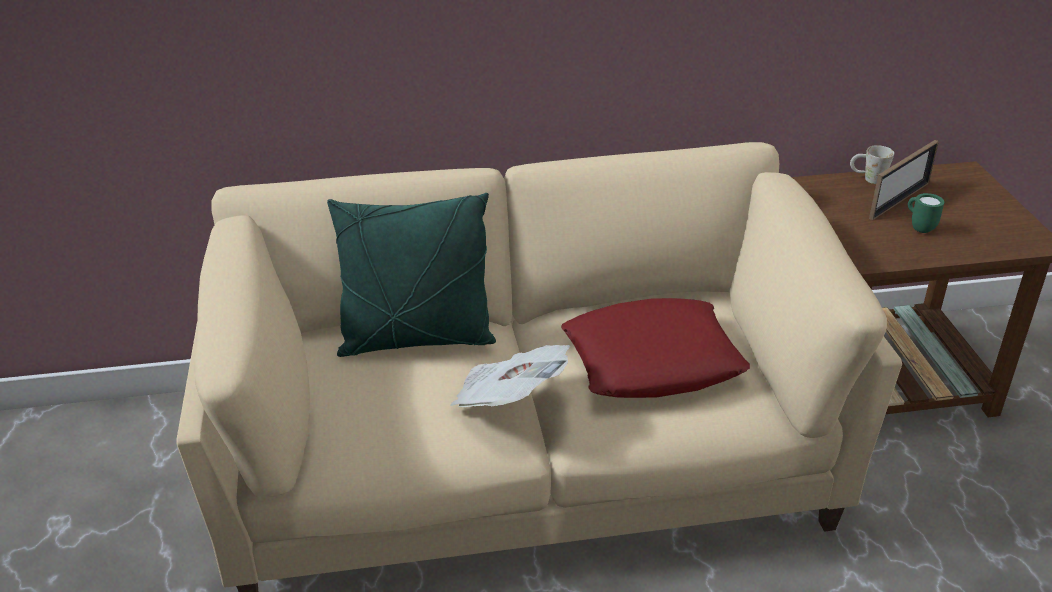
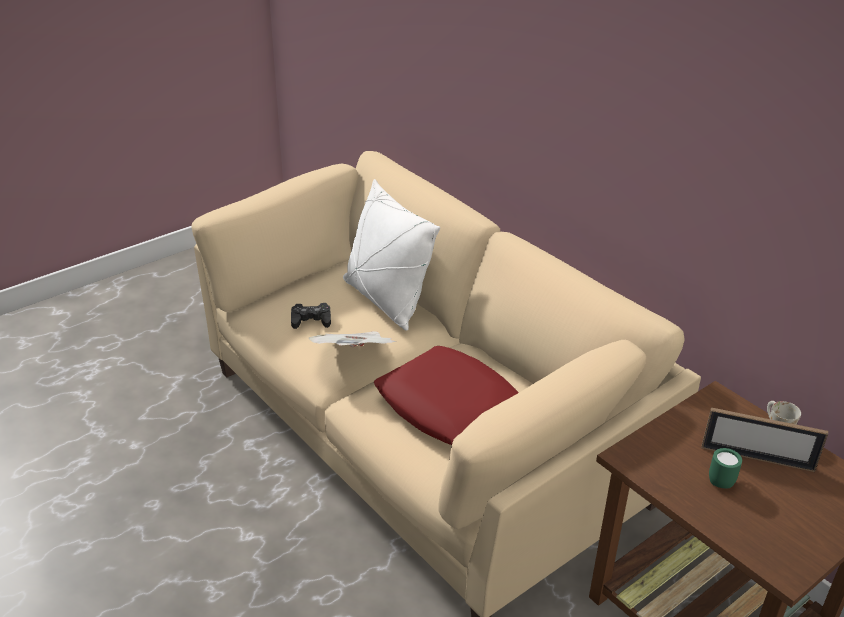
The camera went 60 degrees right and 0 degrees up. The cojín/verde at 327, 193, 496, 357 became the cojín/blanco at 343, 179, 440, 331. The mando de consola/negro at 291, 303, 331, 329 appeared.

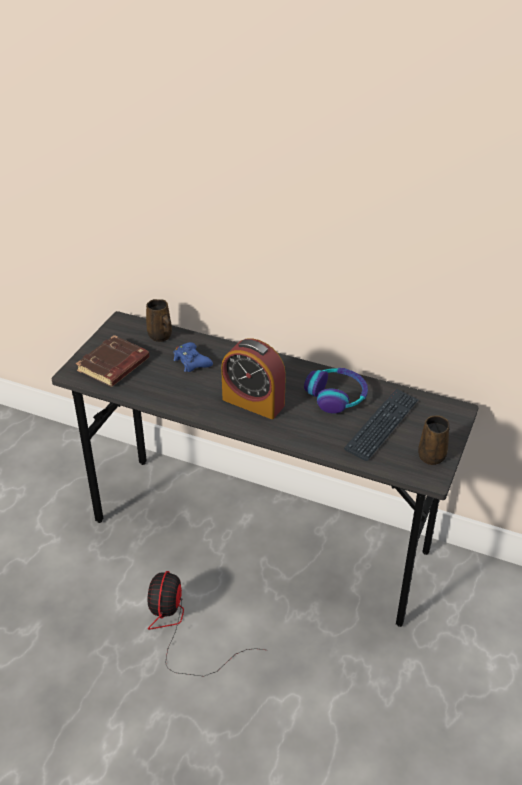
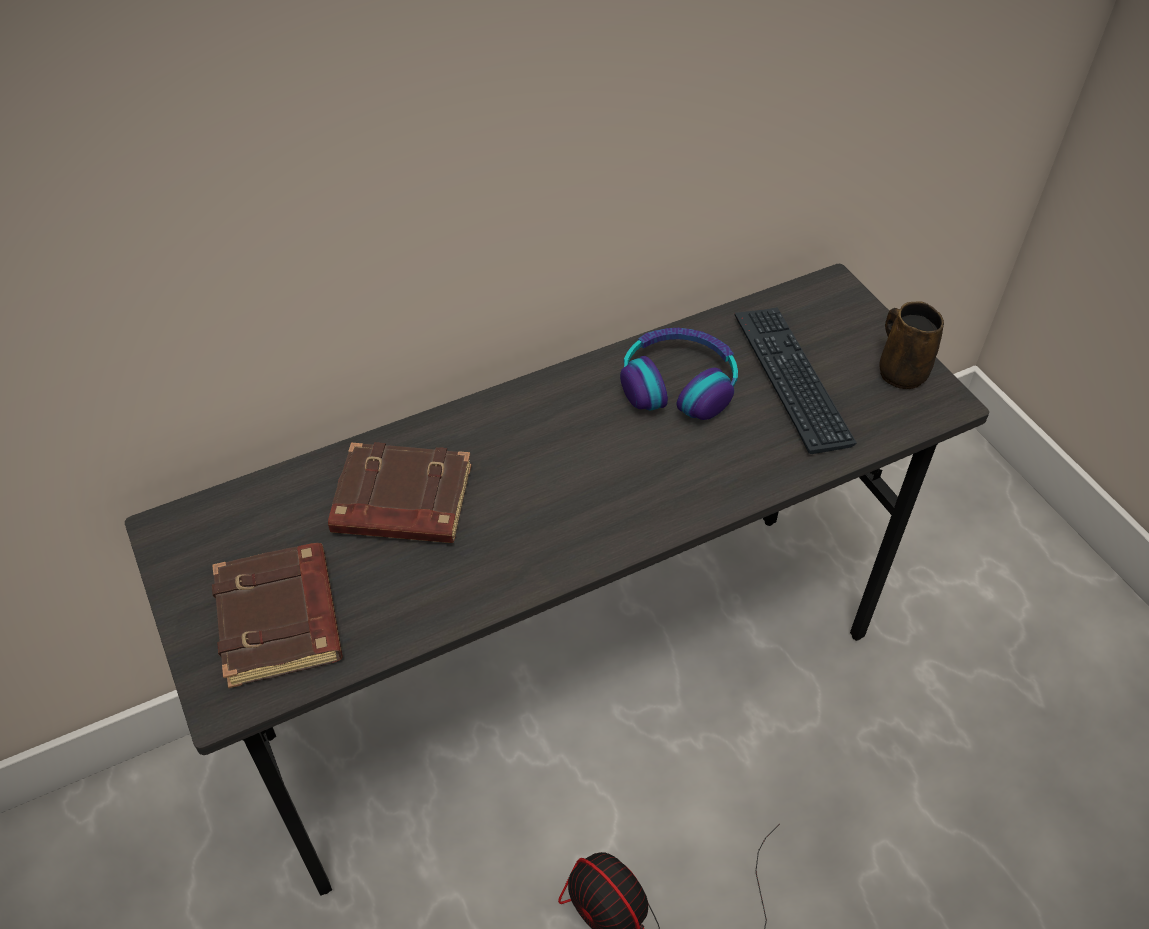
The camera went 50 degrees left and 10 degrees up. The taza grande/marrón at 146, 299, 172, 342 disappeared. The mando de consola/azul at 174, 342, 213, 372 was replaced by the libro/marrón at 328, 442, 472, 543. The despertador at 221, 338, 286, 419 disappeared.

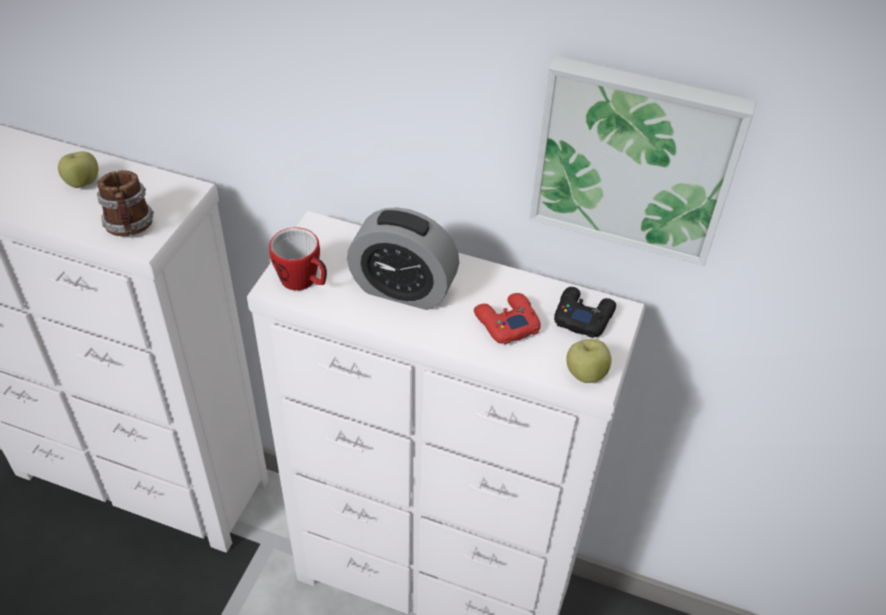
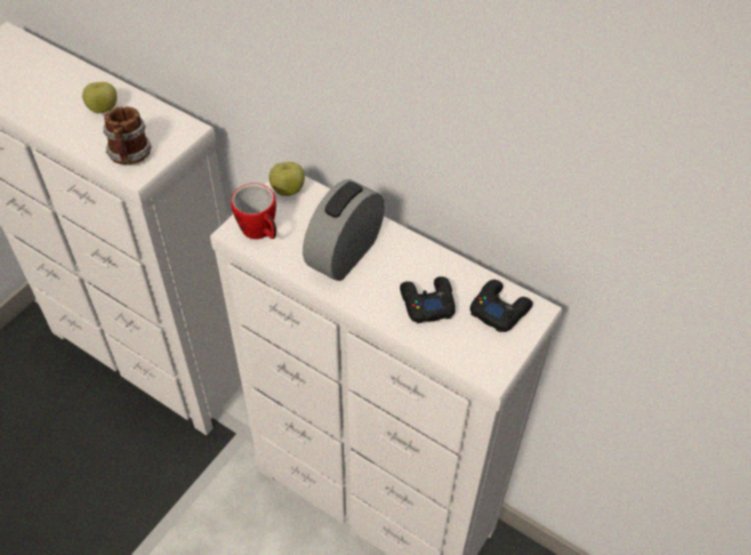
The camera went 15 degrees right and 5 degrees up. The despertador at 347, 207, 459, 310 turned 90 degrees clockwise. The mando de consola/rojo at 474, 293, 541, 345 became the mando de consola/negro at 400, 277, 455, 324. The cuadro at 529, 56, 756, 266 disappeared. The manzana moved from 566, 339, 612, 383 to 269, 162, 305, 196.

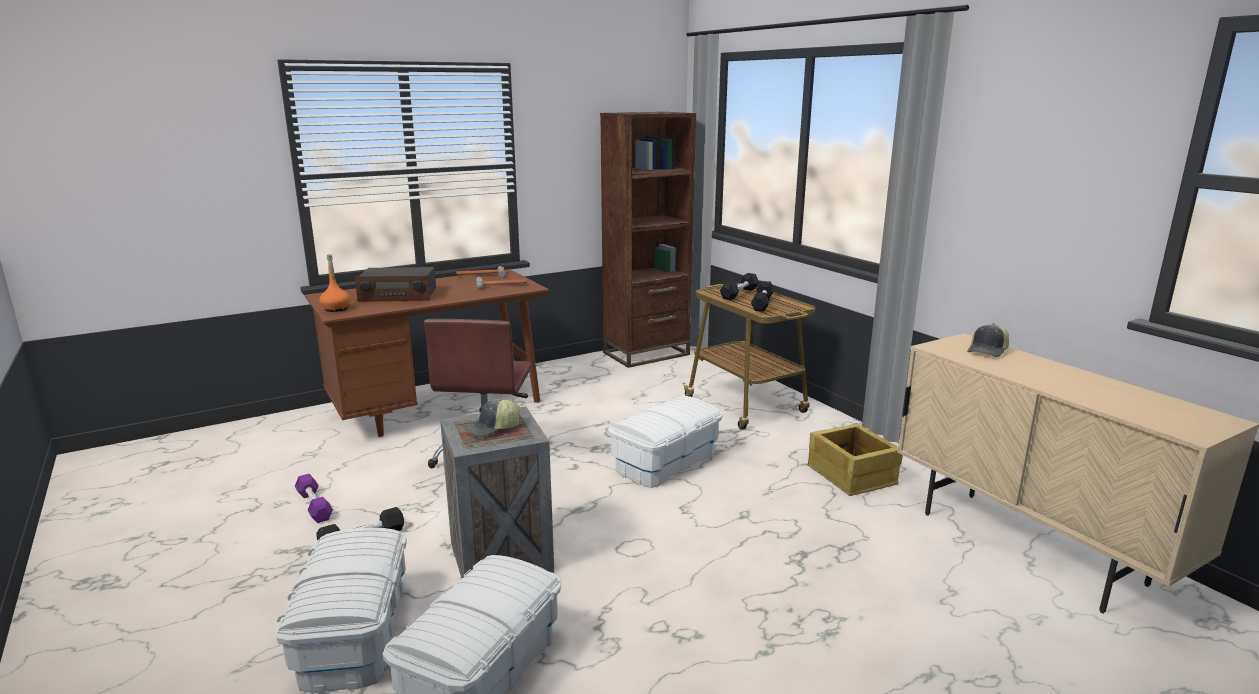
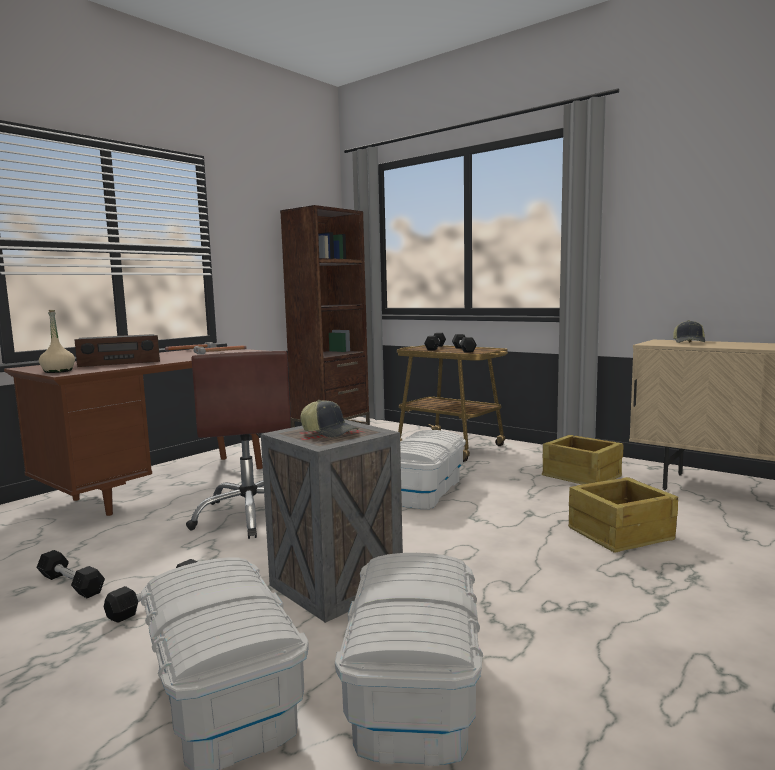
The camera went 20 degrees left and 10 degrees down. The mancuerna/morado at 295, 474, 333, 523 became the mancuerna/negro at 36, 550, 105, 598. The botella/naranja at 319, 254, 350, 312 became the botella/beis at 39, 310, 75, 373. The gorra at 464, 399, 520, 437 turned 90 degrees counterclockwise. The caja de embalaje at 568, 477, 678, 553 appeared.

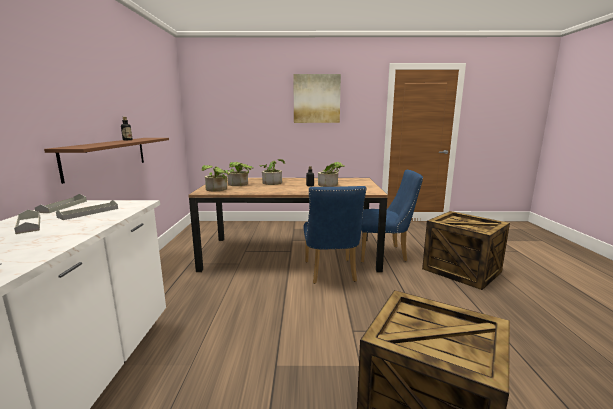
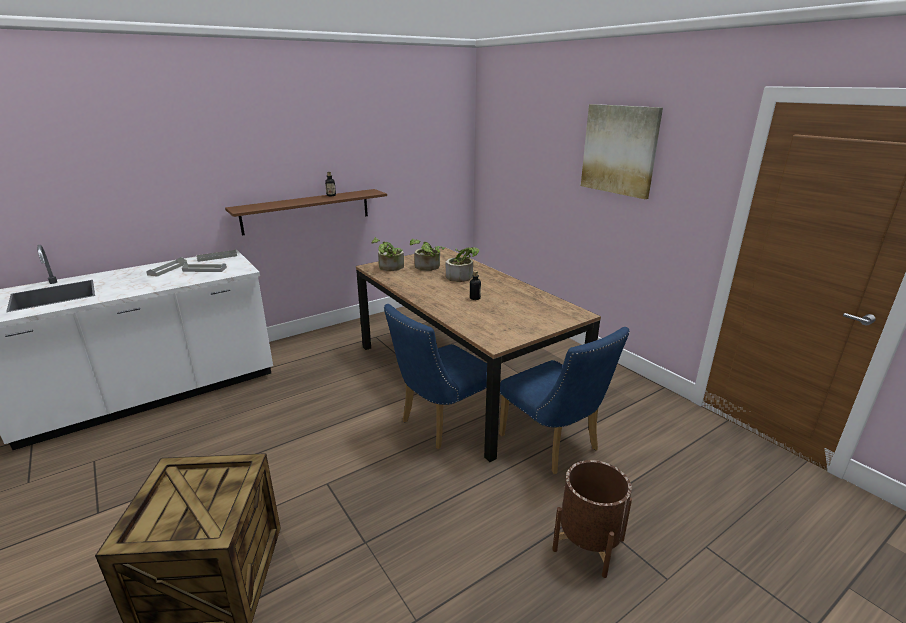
The camera went 55 degrees right and 10 degrees up. The planta en maceta at 318, 162, 345, 187 disappeared. The caja de embalaje at 422, 211, 510, 290 was replaced by the maceta/marrón at 552, 460, 632, 578.

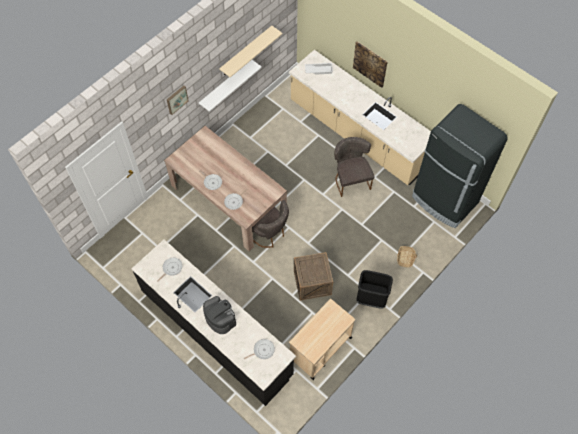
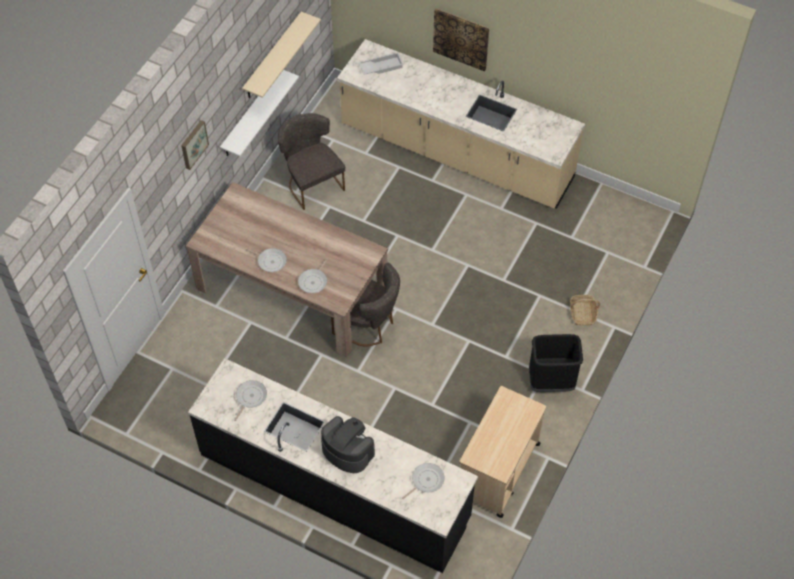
The camera went 15 degrees left and 5 degrees down. The caja de embalaje at 294, 252, 333, 300 disappeared. The silla/gris moved from 334, 137, 375, 197 to 278, 113, 345, 210. The nevera/negro at 412, 104, 508, 228 disappeared.

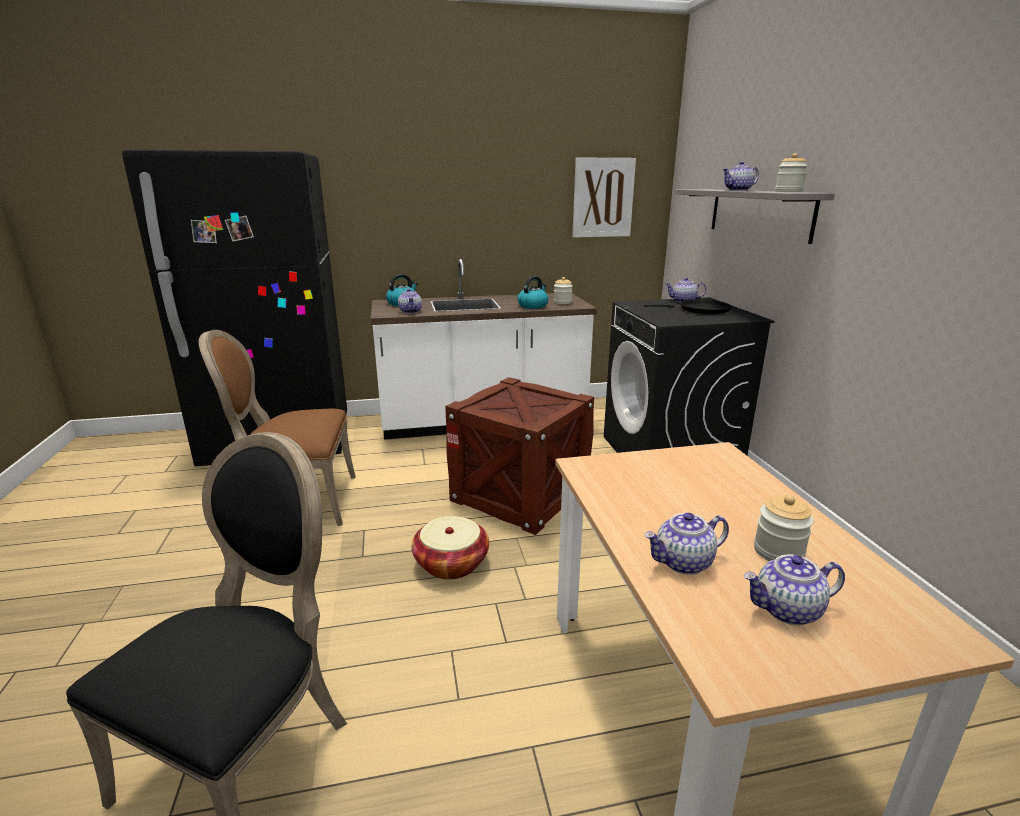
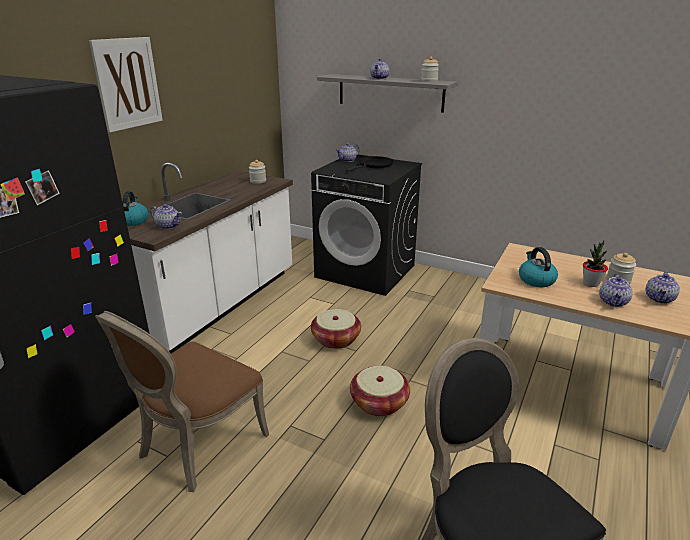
The camera went 50 degrees left and 5 degrees up. The caja de embalaje at 445, 377, 594, 535 was replaced by the cesta at 311, 309, 361, 349. The hervidor moved from 517, 276, 549, 309 to 519, 247, 558, 287. The cuadro moved from 572, 157, 636, 237 to 89, 37, 163, 133. The planta en maceta at 583, 240, 608, 287 appeared.

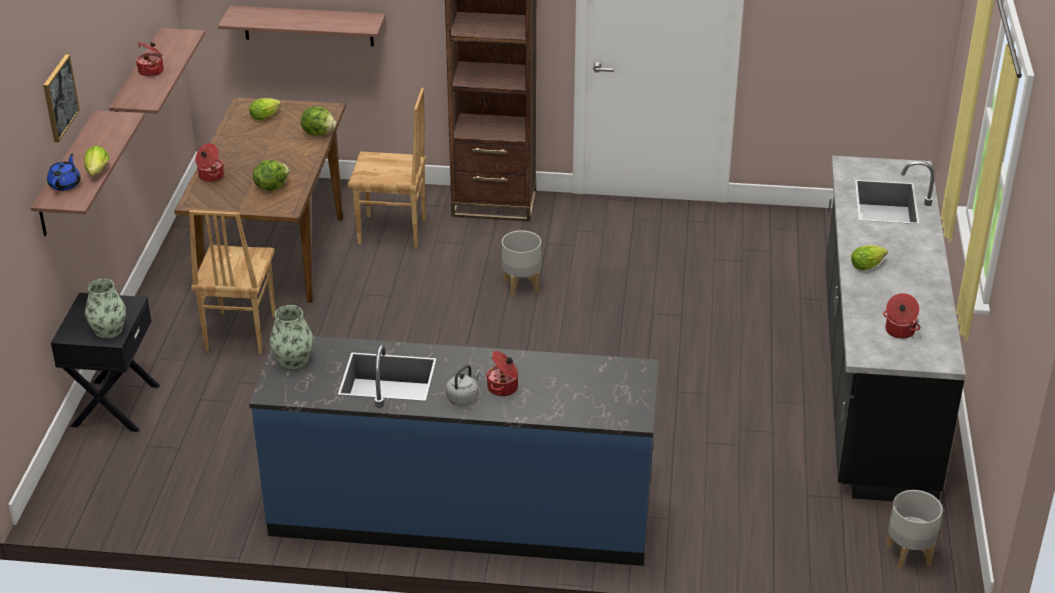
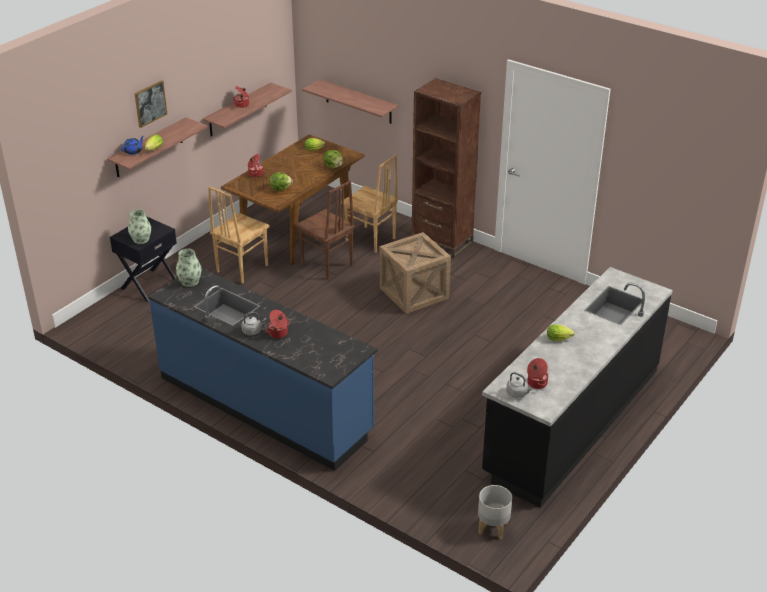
The camera went 30 degrees right and 0 degrees up. The maceta/gris at 502, 230, 541, 296 was replaced by the caja de embalaje at 380, 232, 451, 314. The silla/marrón at 296, 181, 355, 280 appeared. The hervidor/gris at 507, 372, 532, 398 appeared.

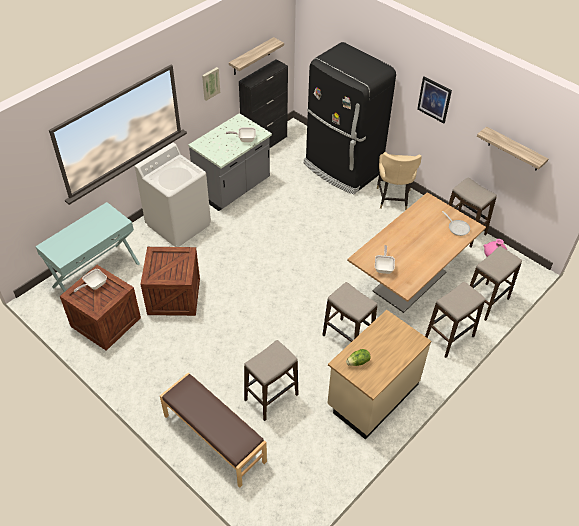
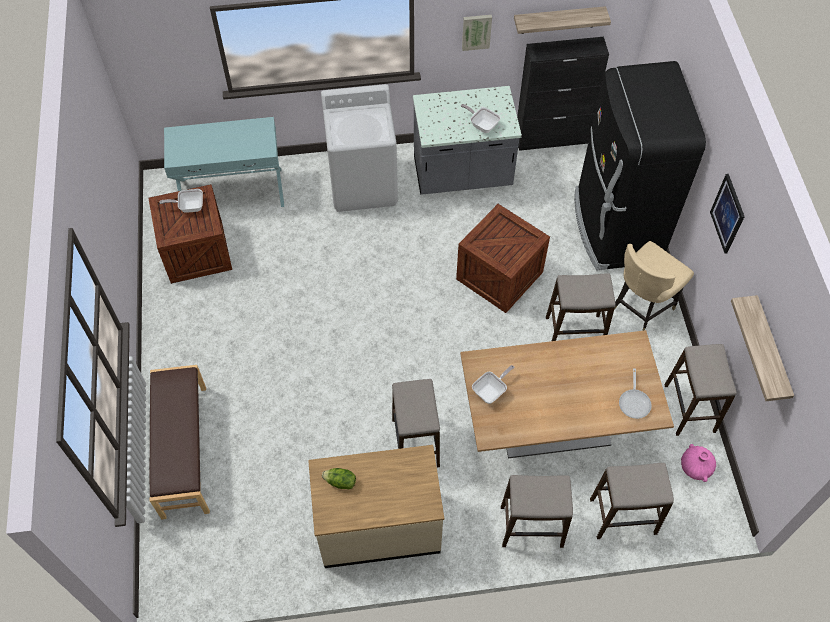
The camera went 40 degrees right and 10 degrees up. The caja de embalaje moved from 140, 247, 200, 316 to 456, 204, 550, 313. The taburete moved from 244, 340, 299, 421 to 546, 273, 616, 341.

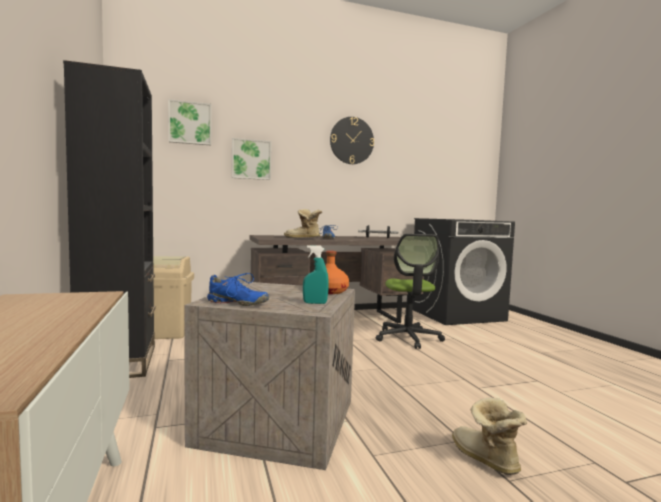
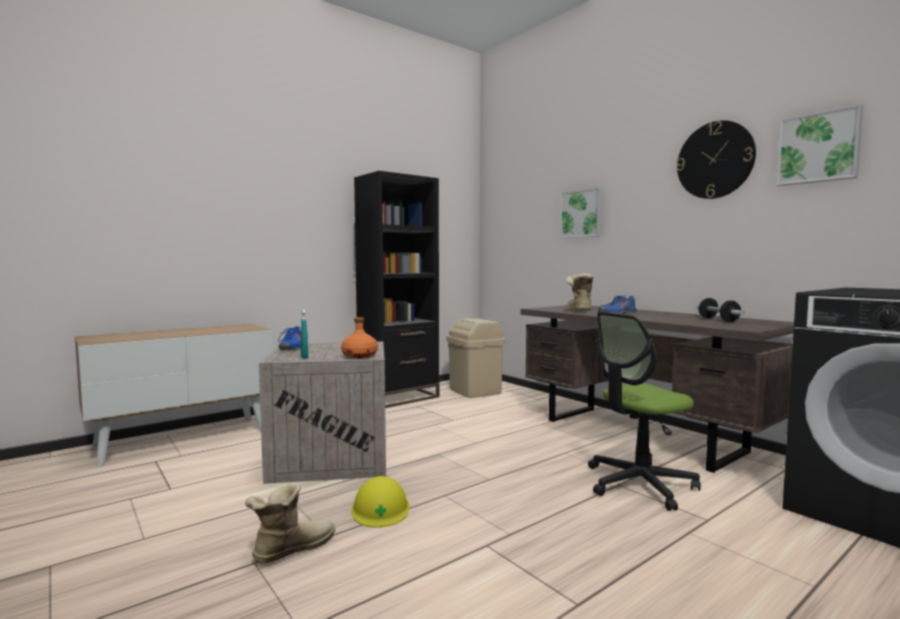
The camera went 70 degrees right and 0 degrees up. The cuadro moved from 168, 99, 211, 145 to 776, 104, 863, 186. The casco/amarillo at 351, 476, 410, 527 appeared.

